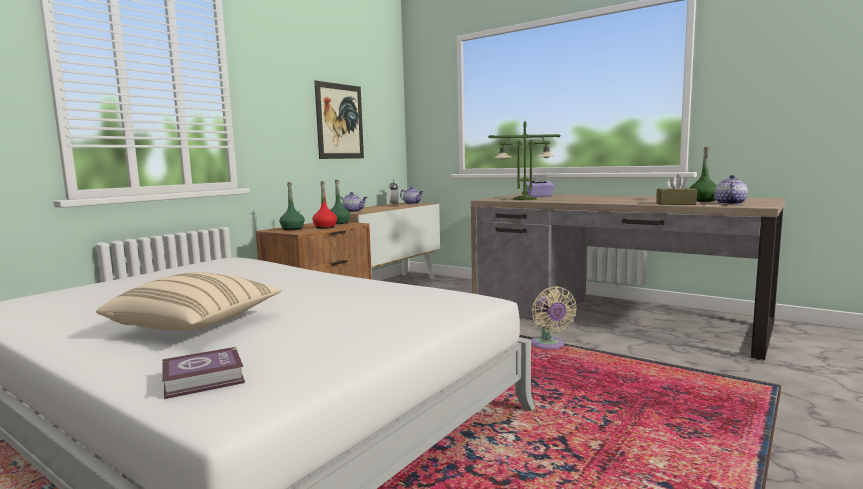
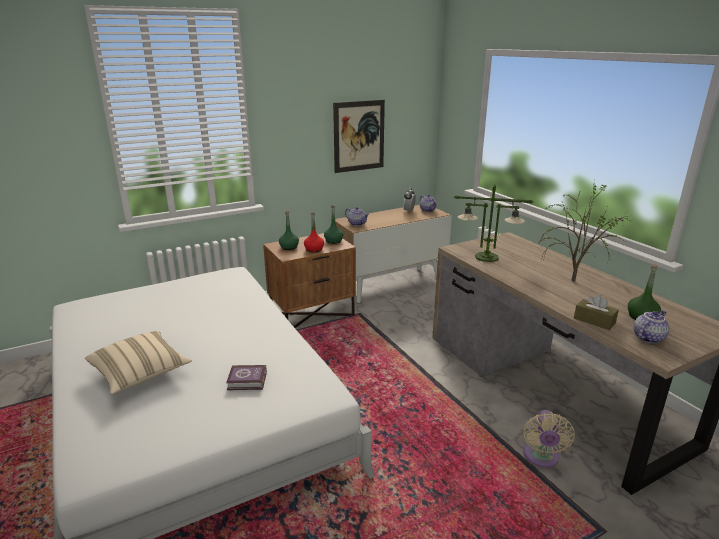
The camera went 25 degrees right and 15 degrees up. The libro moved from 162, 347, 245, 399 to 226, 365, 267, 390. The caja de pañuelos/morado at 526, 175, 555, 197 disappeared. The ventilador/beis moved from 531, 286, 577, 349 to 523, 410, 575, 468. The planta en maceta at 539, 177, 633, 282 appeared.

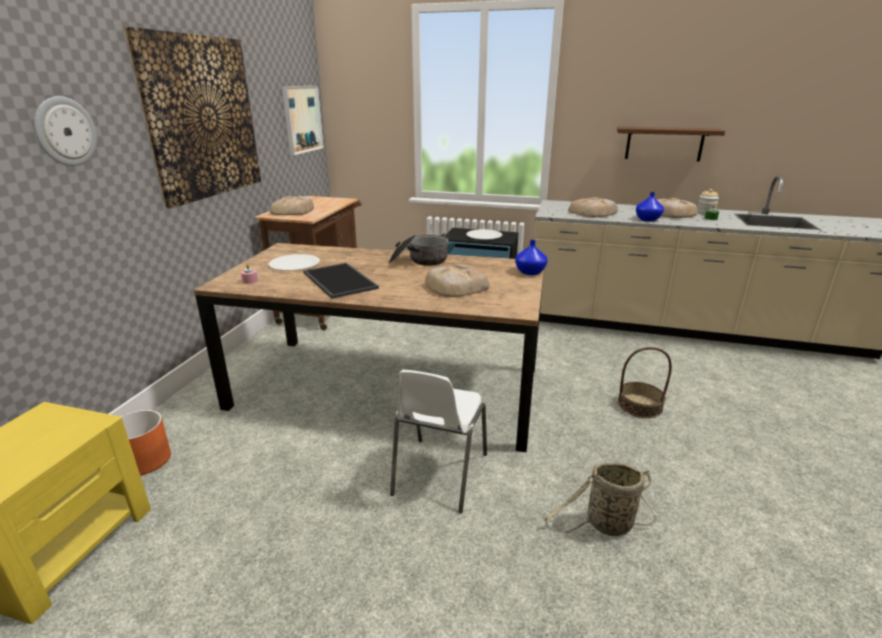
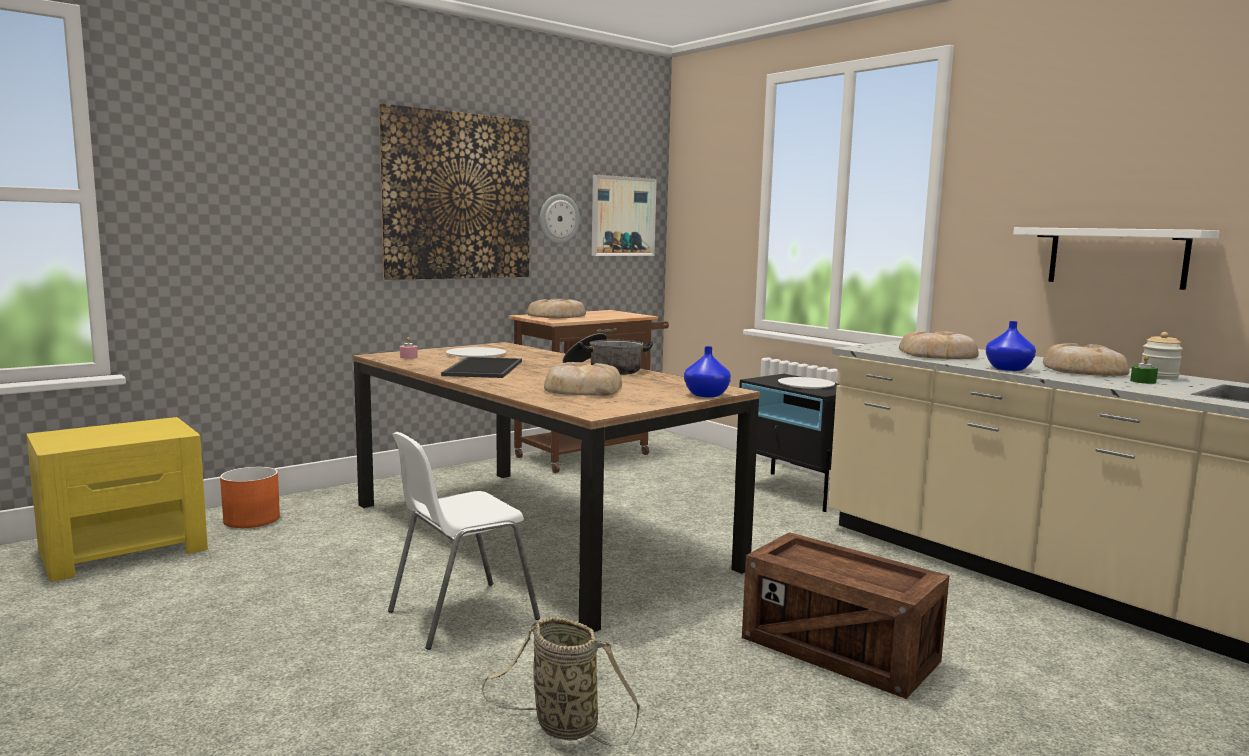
The camera went 35 degrees right and 15 degrees down. The reloj de pared moved from 34, 96, 97, 166 to 540, 194, 580, 244. The estante/marrón at 617, 127, 725, 162 became the estante/blanco at 1013, 227, 1220, 290. The cesta at 618, 347, 672, 418 was replaced by the caja de embalaje at 742, 532, 949, 699.

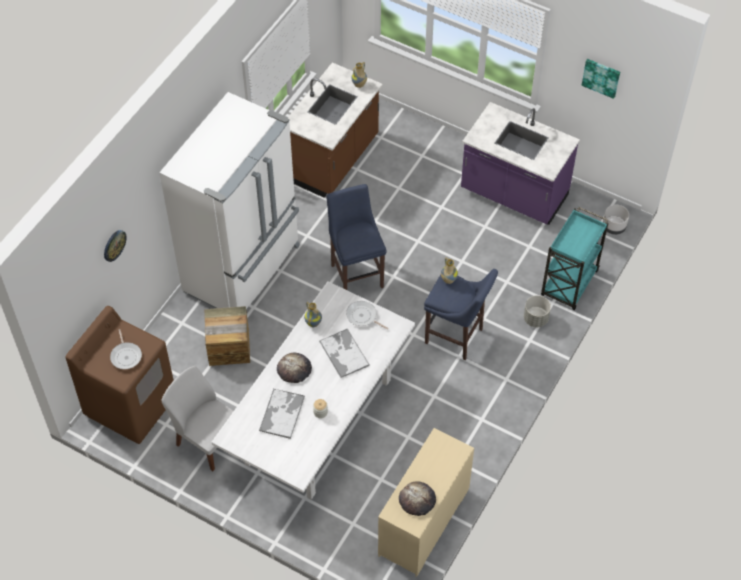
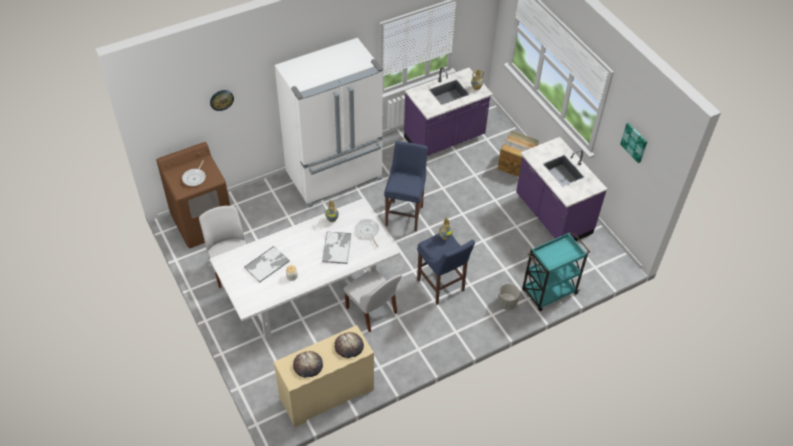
The camera went 30 degrees right and 5 degrees down. The caja de embalaje moved from 205, 306, 250, 366 to 498, 131, 539, 177. The pan moved from 277, 353, 312, 383 to 334, 332, 364, 358. The mueble bajo de cocina/marrón at 288, 62, 383, 198 became the mueble bajo de cocina/morado at 404, 67, 493, 156. The maceta/gris at 603, 205, 629, 235 disappeared. The silla/blanco at 344, 271, 402, 332 appeared.

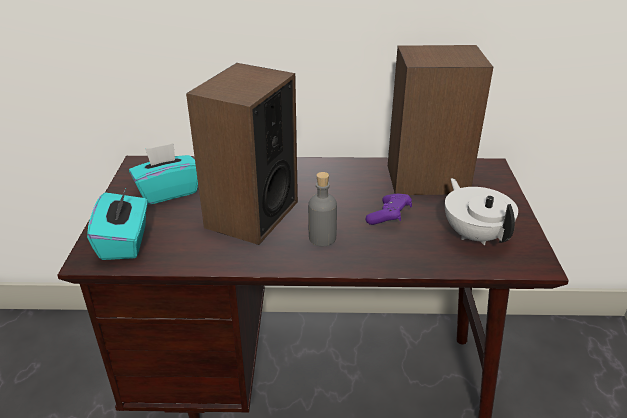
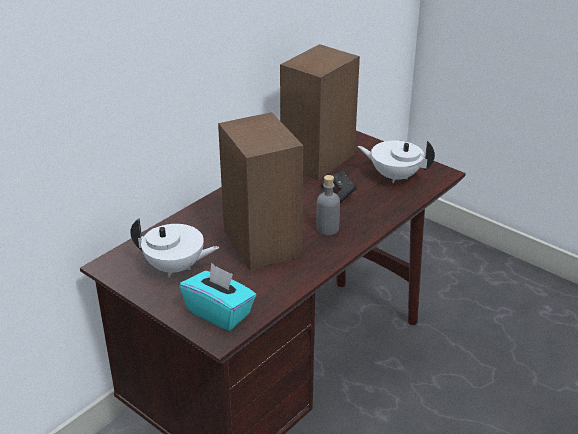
The camera went 50 degrees left and 0 degrees up. The caja de pañuelos/turquesa at 129, 143, 198, 205 was replaced by the tetera/blanco at 130, 218, 219, 277. The mando de consola/morado at 366, 194, 412, 225 became the mando de consola/negro at 321, 172, 357, 203.

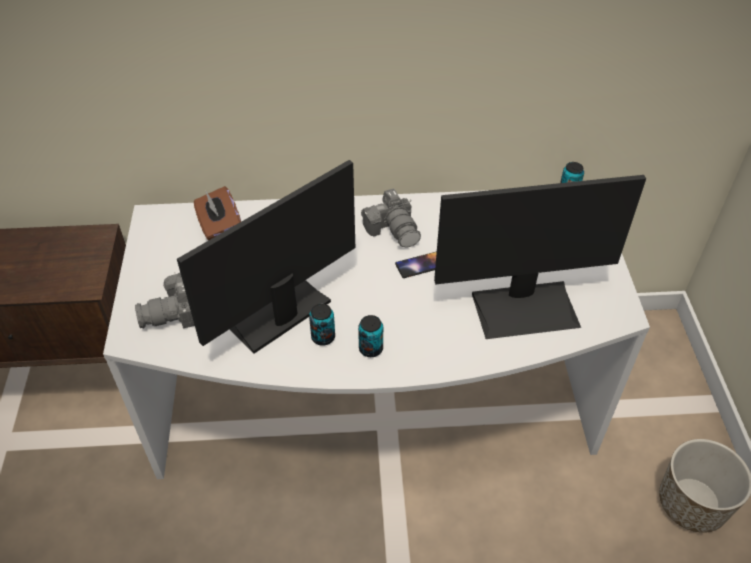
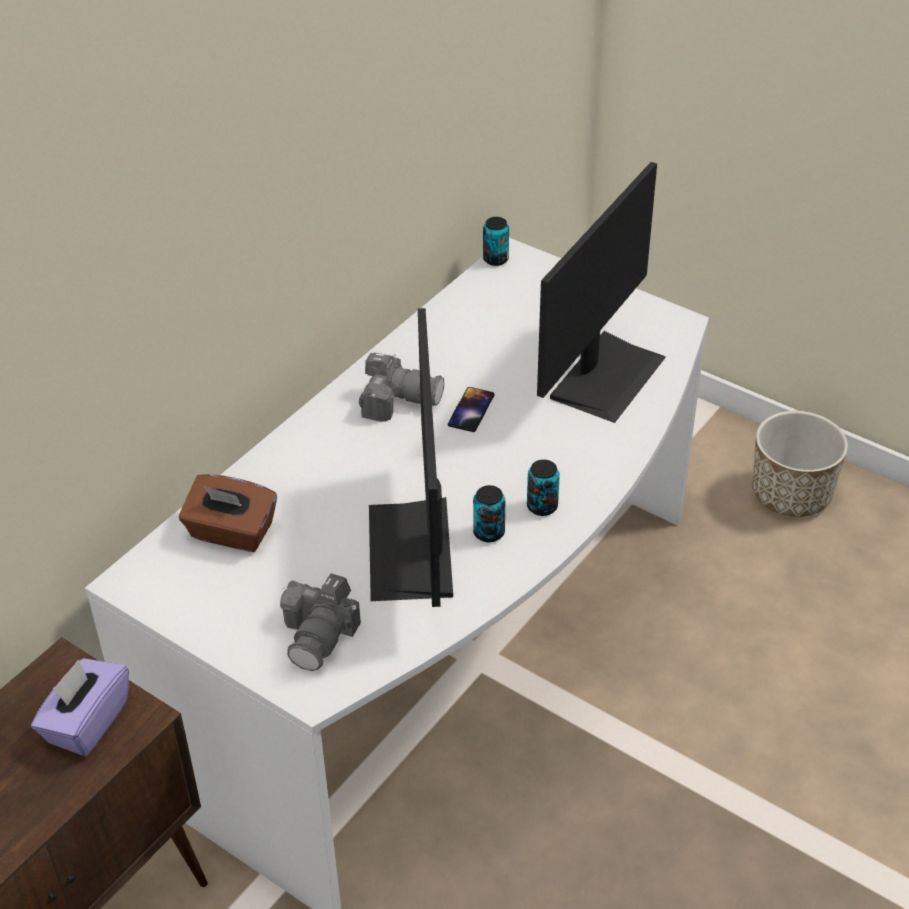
The camera went 50 degrees left and 5 degrees down. The caja de pañuelos/morado at 31, 658, 129, 757 appeared.

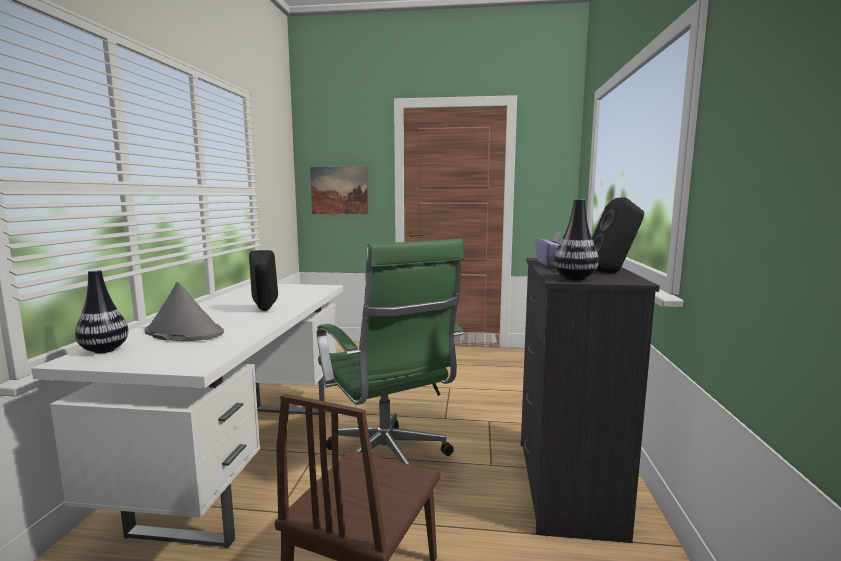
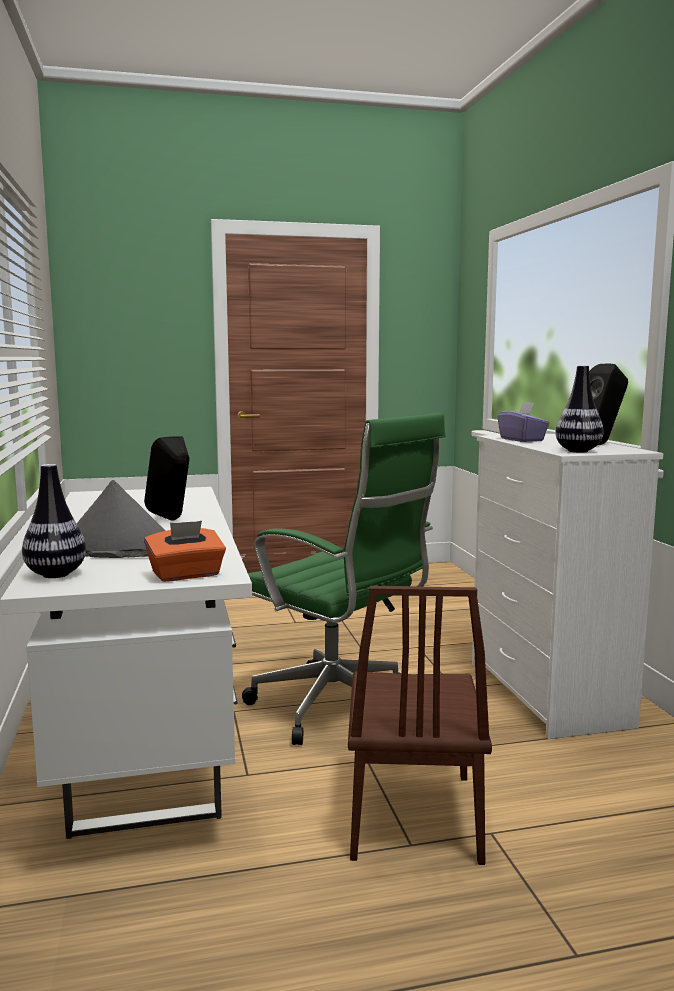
The camera went 20 degrees left and 0 degrees up. The cuadro at 310, 167, 368, 214 disappeared. The cómoda/negro at 521, 258, 660, 543 became the cómoda/blanco at 472, 434, 663, 739. The caja de pañuelos/naranja at 144, 521, 226, 582 appeared.

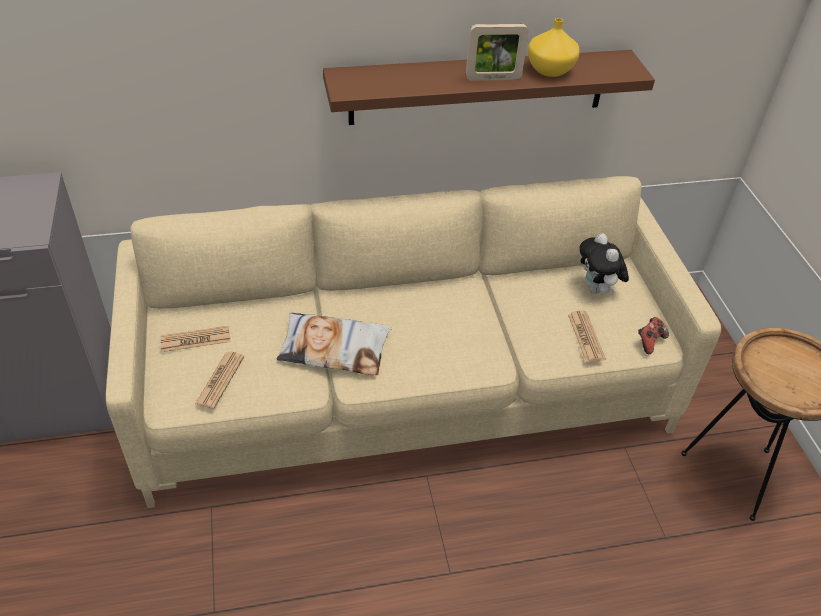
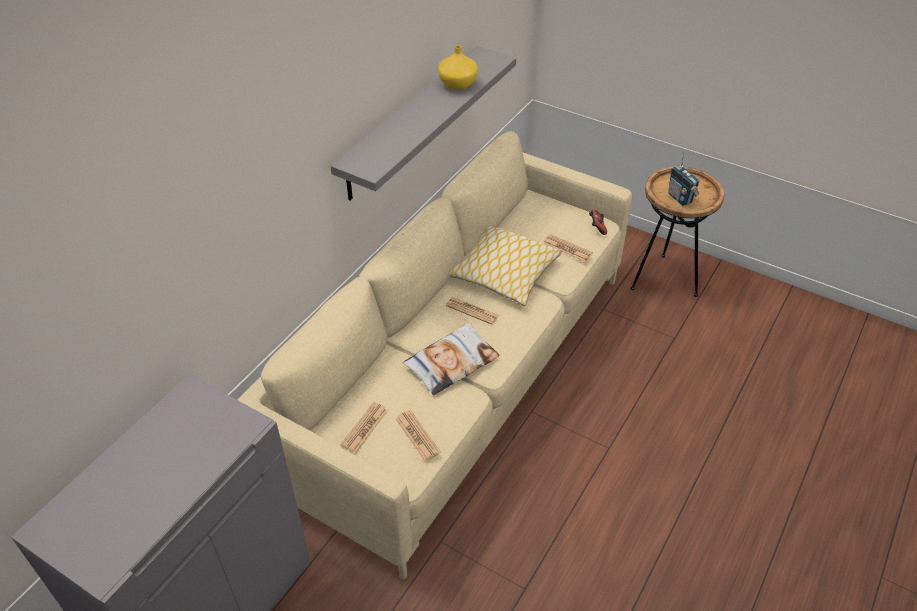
The camera went 45 degrees left and 0 degrees up. The estante/marrón at 323, 50, 655, 125 became the estante/gris at 331, 46, 516, 201. The portarretratos at 466, 24, 529, 81 disappeared. The peluche at 579, 233, 629, 294 disappeared. The periódico at 446, 297, 500, 325 appeared. The cojín at 449, 225, 562, 306 appeared. The radio at 668, 152, 700, 206 appeared.

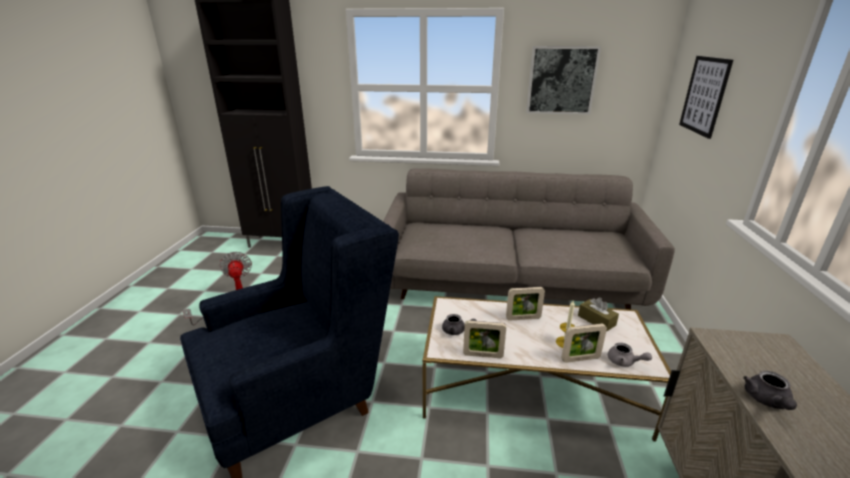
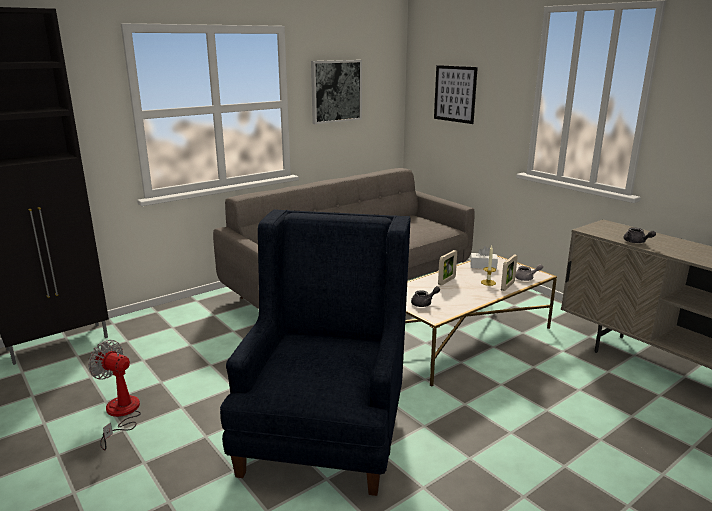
The camera went 45 degrees left and 5 degrees down. The portarretratos at 463, 321, 506, 358 disappeared. The caja de pañuelos/marrón at 578, 297, 619, 332 became the caja de pañuelos/blanco at 470, 246, 498, 269.

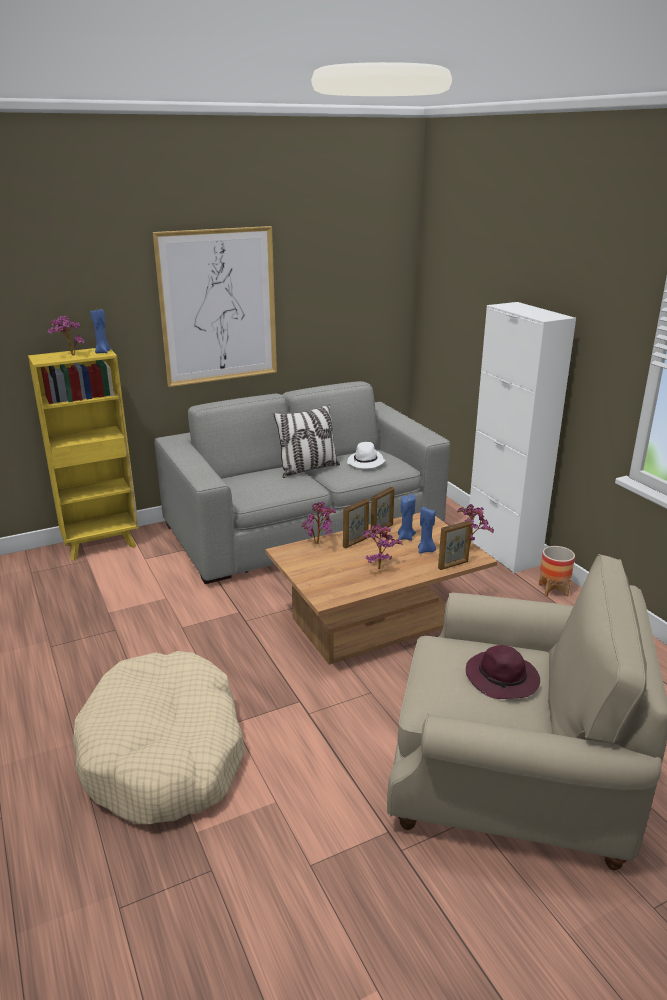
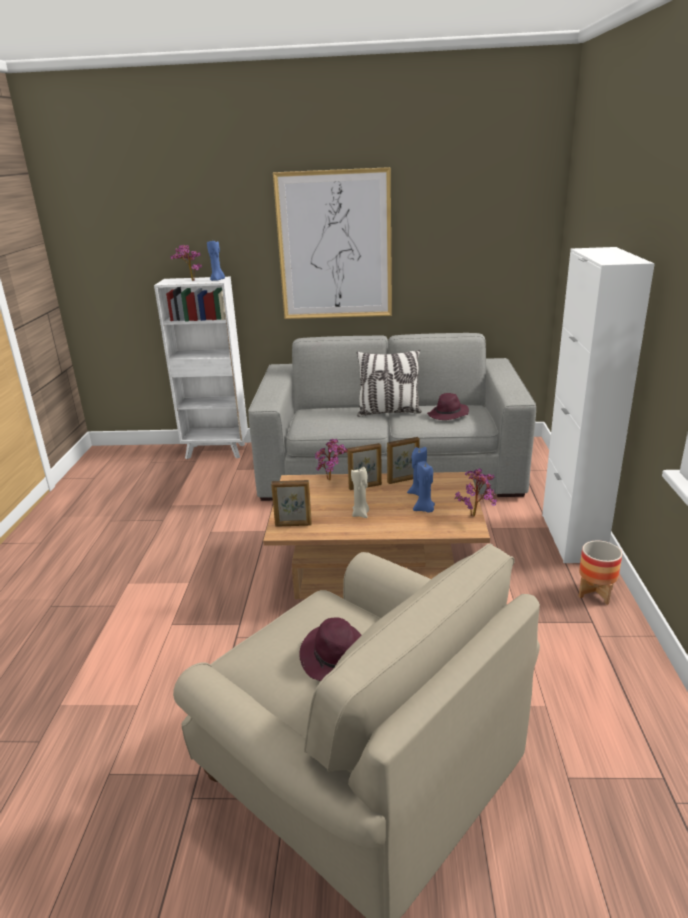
The camera went 30 degrees right and 0 degrees up. The estantería/amarillo at 28, 348, 139, 561 became the estantería/blanco at 154, 277, 248, 459. The cama para perro/beis at 73, 651, 245, 824 disappeared. The sombrero/blanco at 347, 442, 386, 469 became the sombrero/morado at 427, 393, 469, 420. The planta en maceta at 363, 524, 403, 570 was replaced by the vela/beis at 351, 467, 369, 518. The portarretratos moved from 438, 520, 472, 570 to 271, 480, 312, 527.

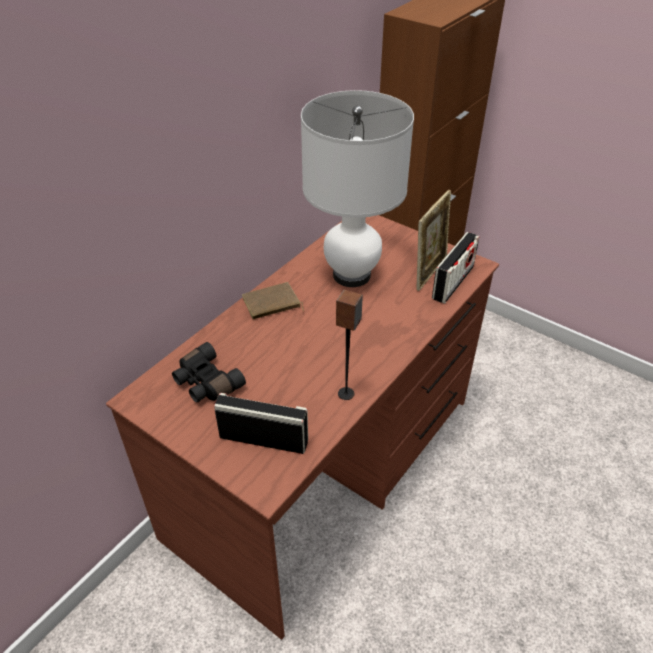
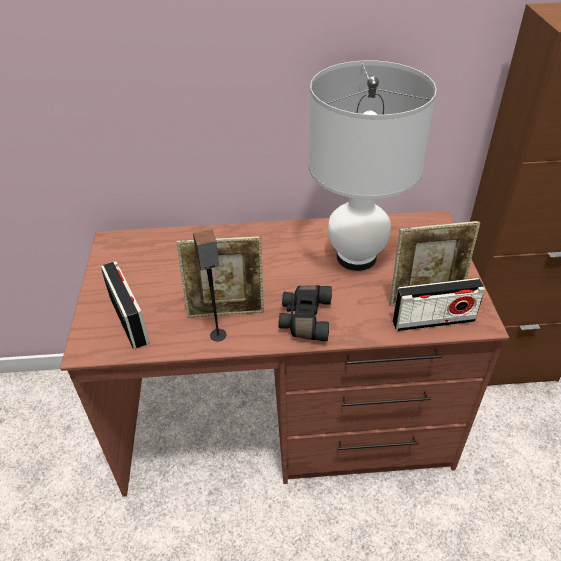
The camera went 50 degrees right and 0 degrees up. The prismáticos/negro moved from 172, 342, 246, 403 to 279, 285, 332, 341. The libro/marrón at 242, 282, 304, 319 disappeared. The portarretratos at 177, 236, 264, 318 appeared.

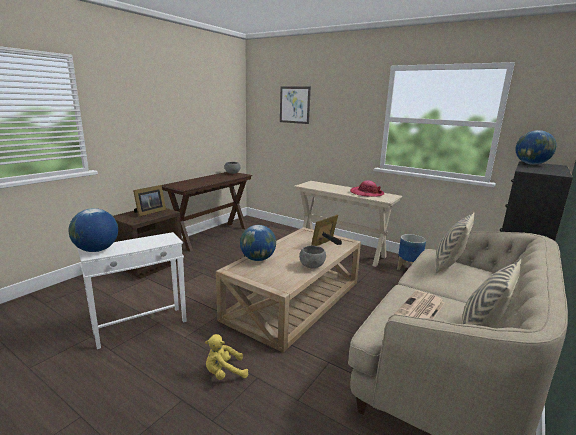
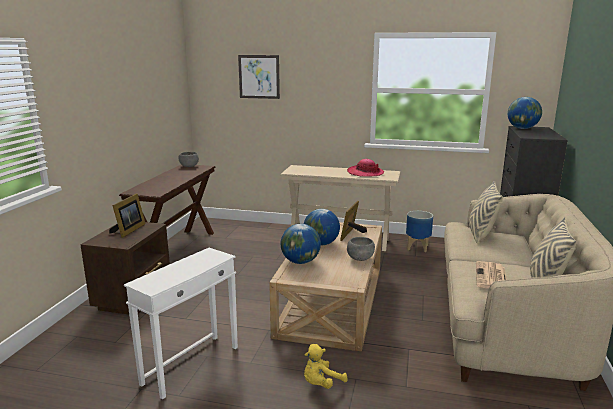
The camera went 20 degrees left and 0 degrees up. The globo terráqueo moved from 69, 208, 118, 252 to 304, 209, 340, 245.

